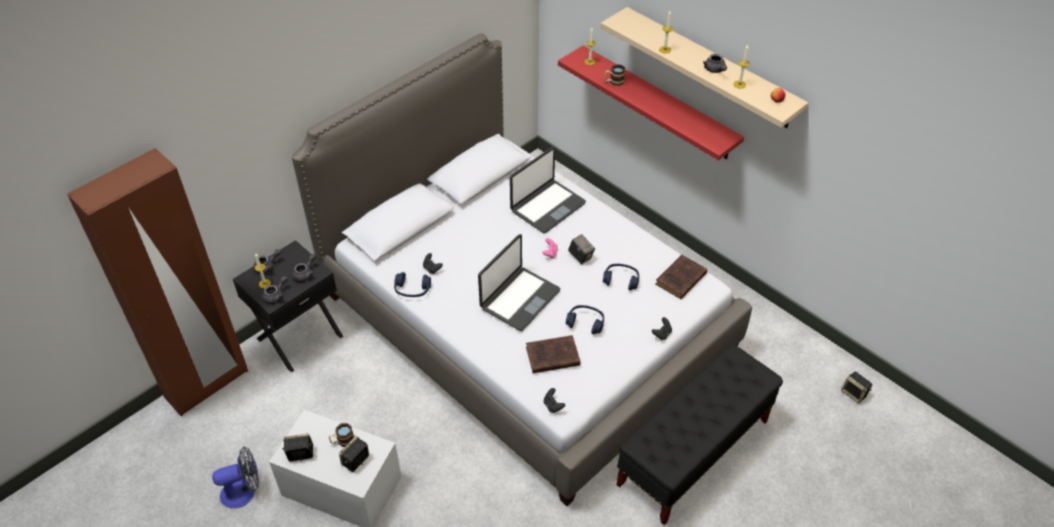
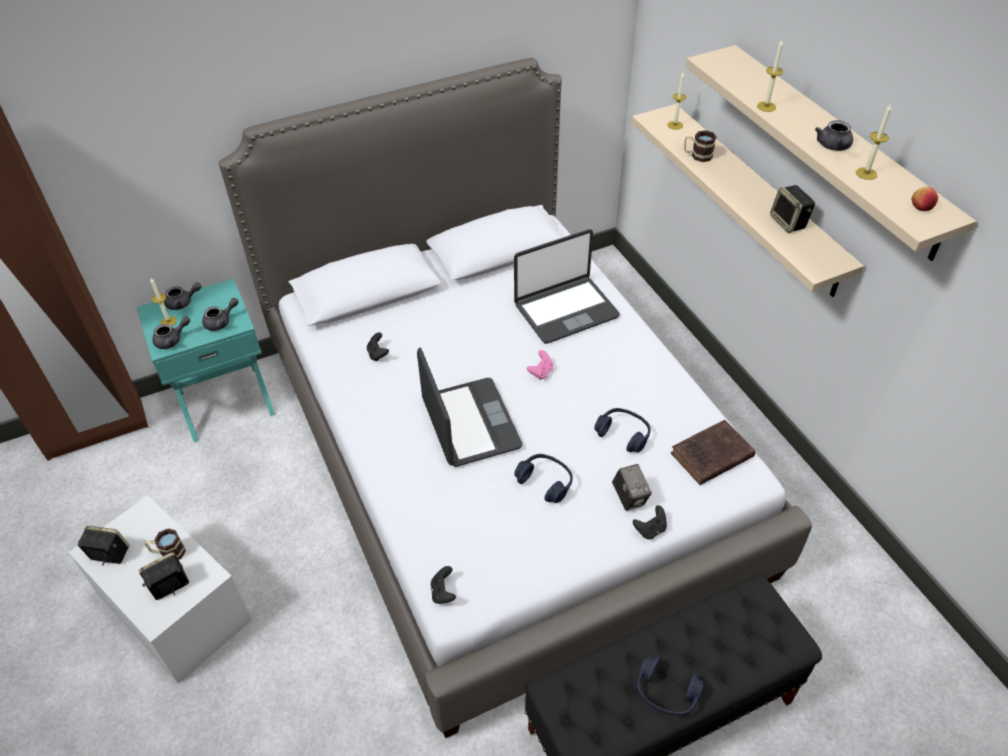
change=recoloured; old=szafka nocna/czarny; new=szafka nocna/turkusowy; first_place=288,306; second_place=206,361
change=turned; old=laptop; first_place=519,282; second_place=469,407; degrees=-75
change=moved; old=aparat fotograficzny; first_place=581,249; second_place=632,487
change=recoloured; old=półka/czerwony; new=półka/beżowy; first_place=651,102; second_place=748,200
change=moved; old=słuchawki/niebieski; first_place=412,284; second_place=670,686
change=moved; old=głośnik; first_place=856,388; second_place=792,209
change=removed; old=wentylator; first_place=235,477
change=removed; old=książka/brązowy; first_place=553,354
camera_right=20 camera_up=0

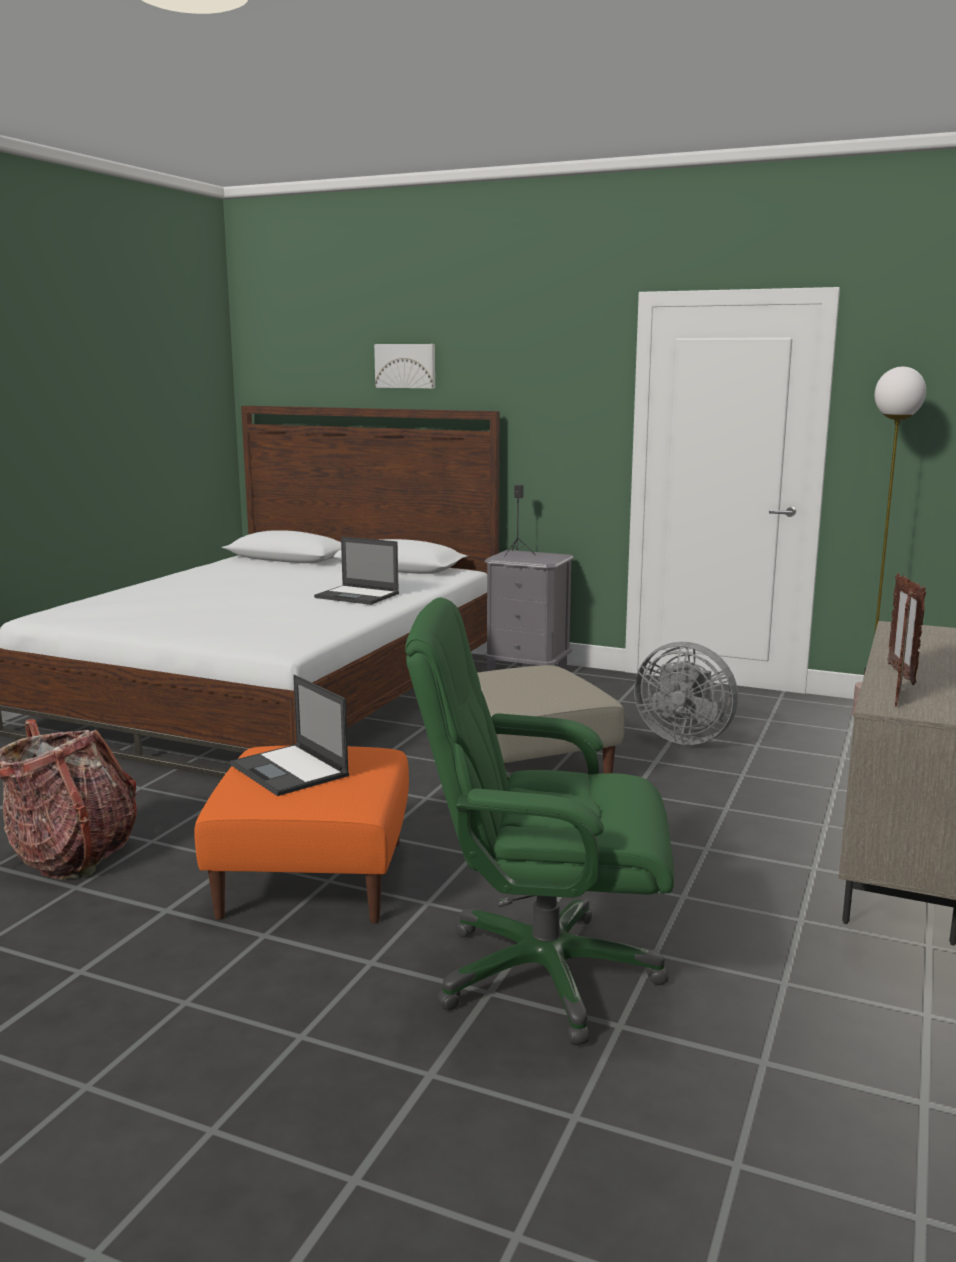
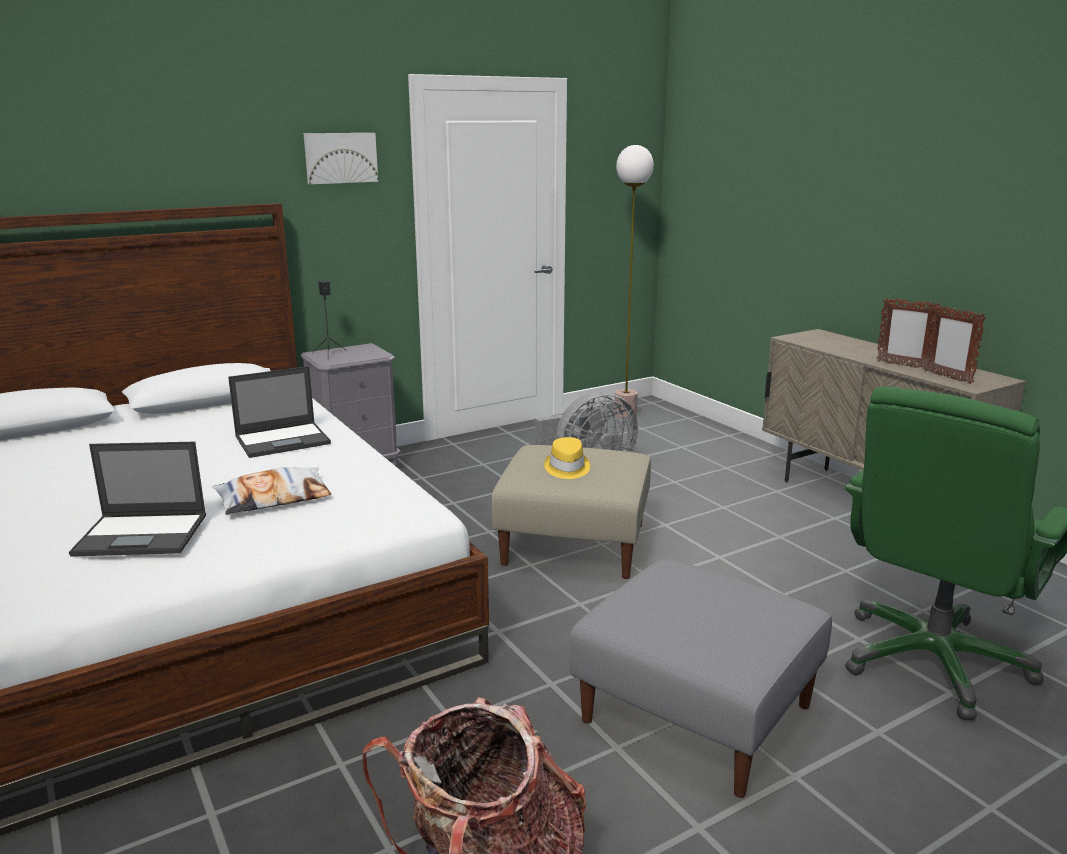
change=moved; old=laptop; first_place=289,735; second_place=137,499
change=added; new=poduszka; second_place=272,491
change=moved; old=obraz; first_place=404,366; second_place=341,158
change=added; new=kapelusz/żółty; second_place=567,458
change=recoloured; old=pufa/pomarańczowy; new=pufa/szary; first_place=301,834; second_place=701,678
camera_right=-55 camera_up=5

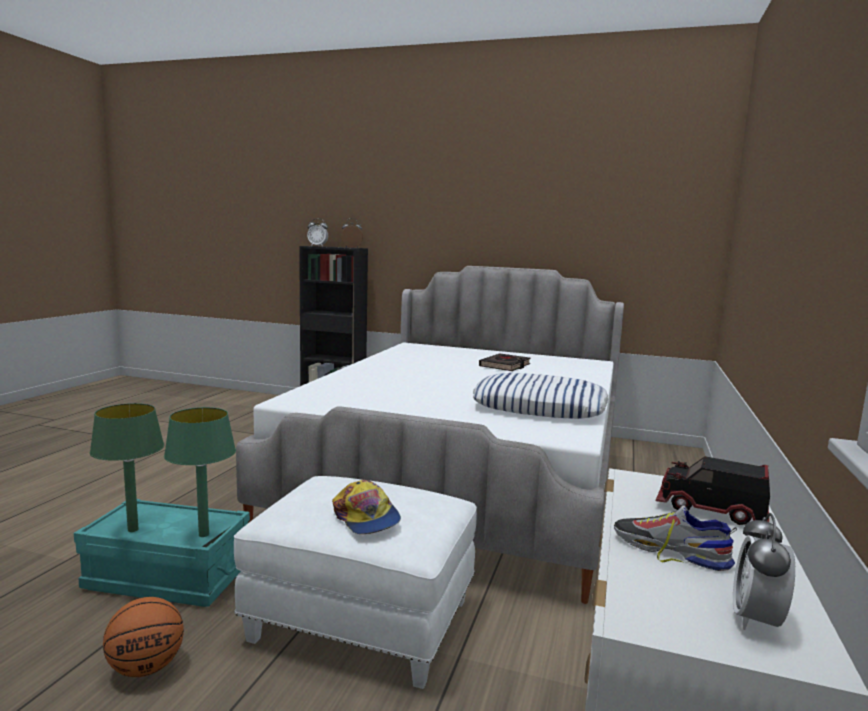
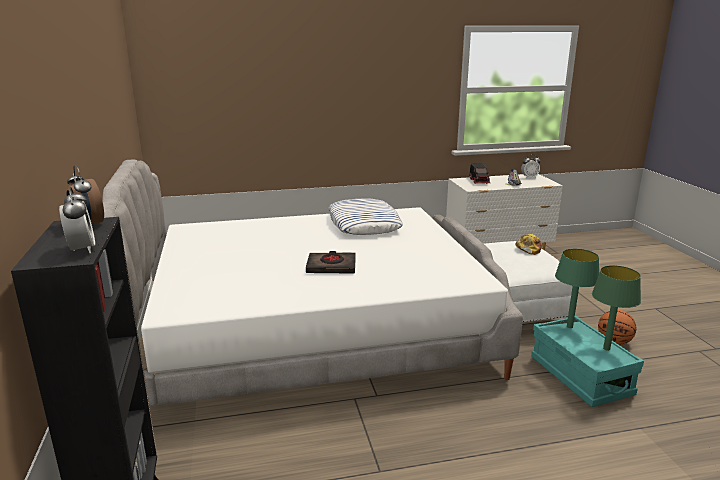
change=moved; old=książka/czarny; first_place=504,362; second_place=331,262
camera_right=-120 camera_up=10

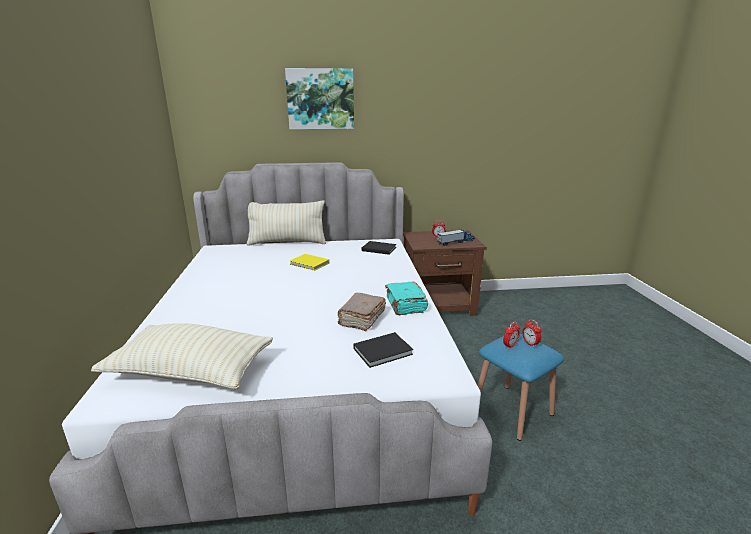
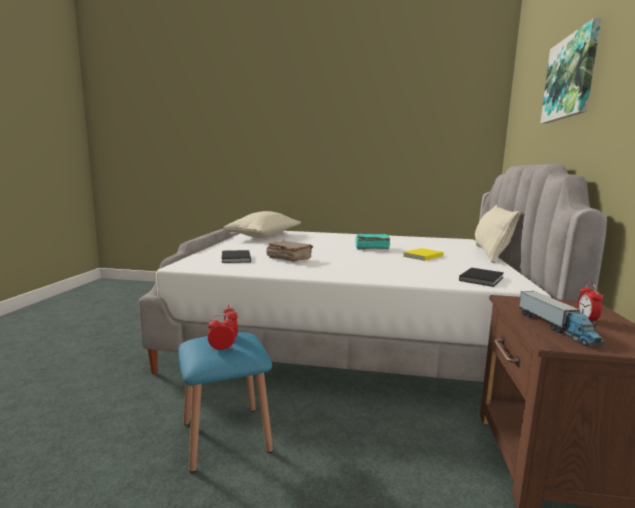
change=moved; old=książka/turkusowy; first_place=406,298; second_place=372,242
camera_right=105 camera_up=-10

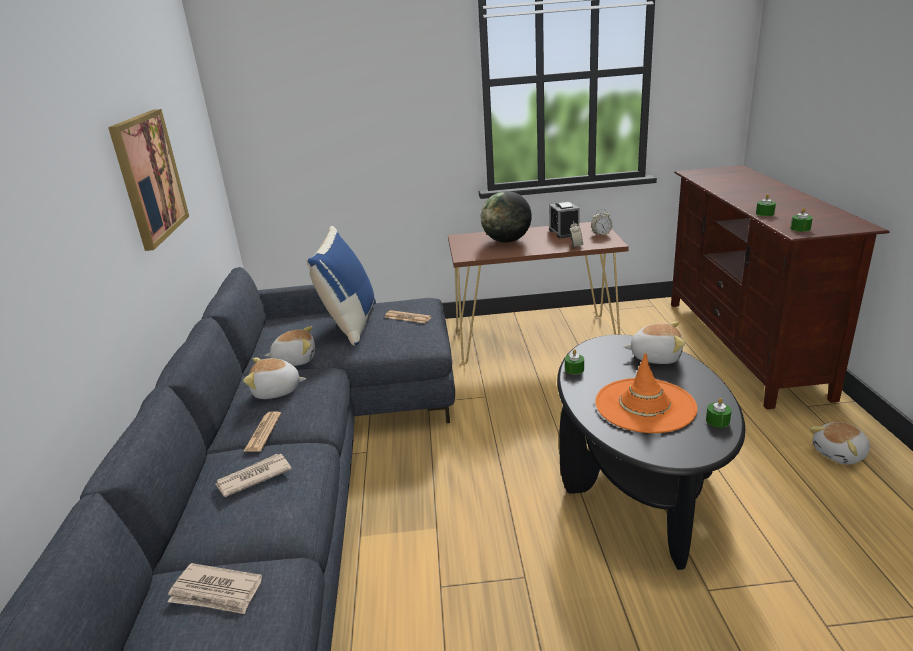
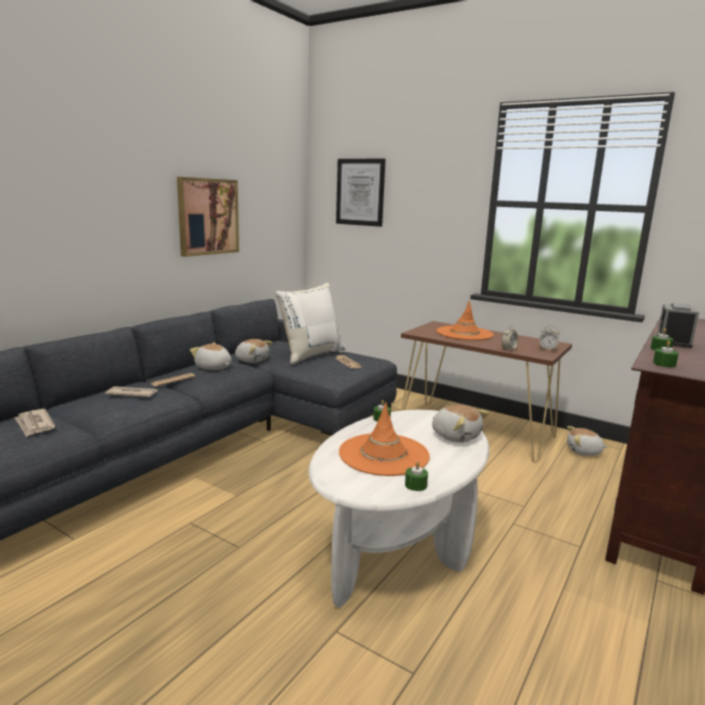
change=recoloured; old=poduszka/niebieski; new=poduszka/biały; first_place=341,286; second_place=310,324
change=recoloured; old=ława/czarny; new=ława/biały; first_place=651,452; second_place=399,509
change=added; new=obraz; second_place=360,193
change=replaced; old=globus; new=kapelusz/pomarańczowy; first_place=506,217; second_place=465,320
change=moved; old=pluszak; first_place=839,443; second_place=587,441
change=moved; old=budzik; first_place=564,220; second_place=678,325
camera_right=35 camera_up=-10

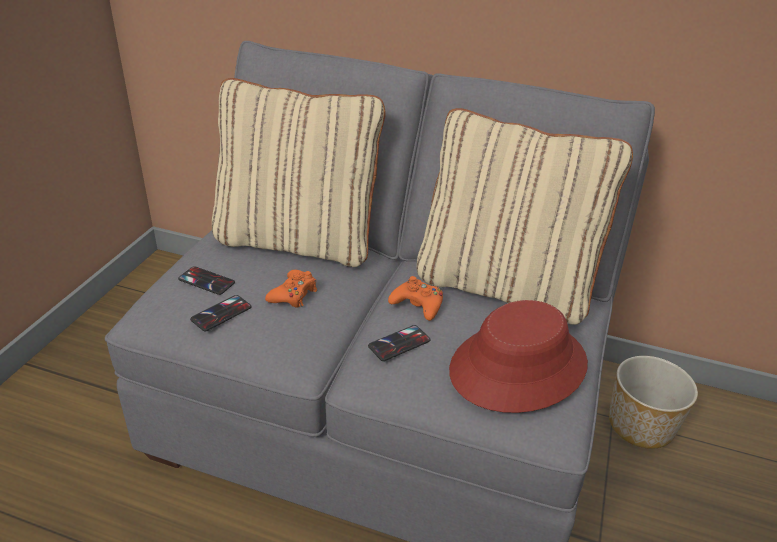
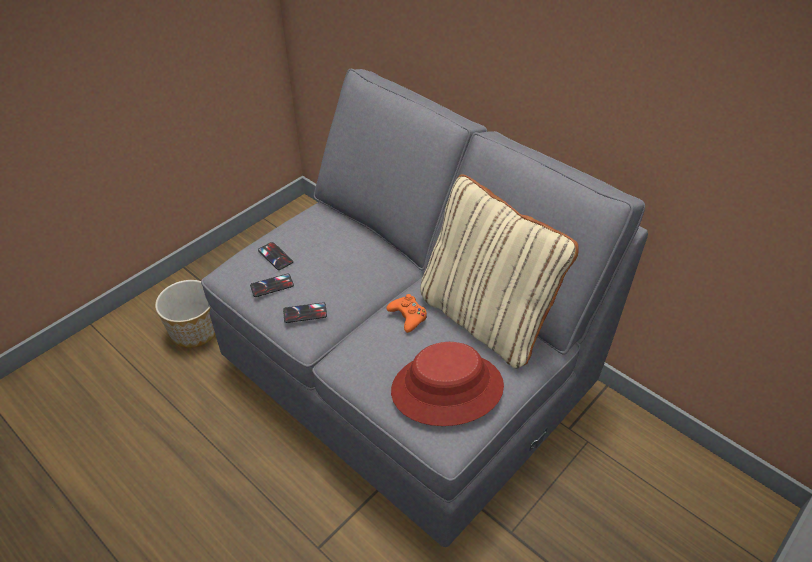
change=moved; old=donica; first_place=653,402; second_place=185,314
change=moved; old=telefon; first_place=399,343; second_place=305,312
change=removed; old=poduszka/beżowy; first_place=299,172
change=removed; old=pad do gier/pomarańczowy; first_place=291,289
camera_right=25 camera_up=10

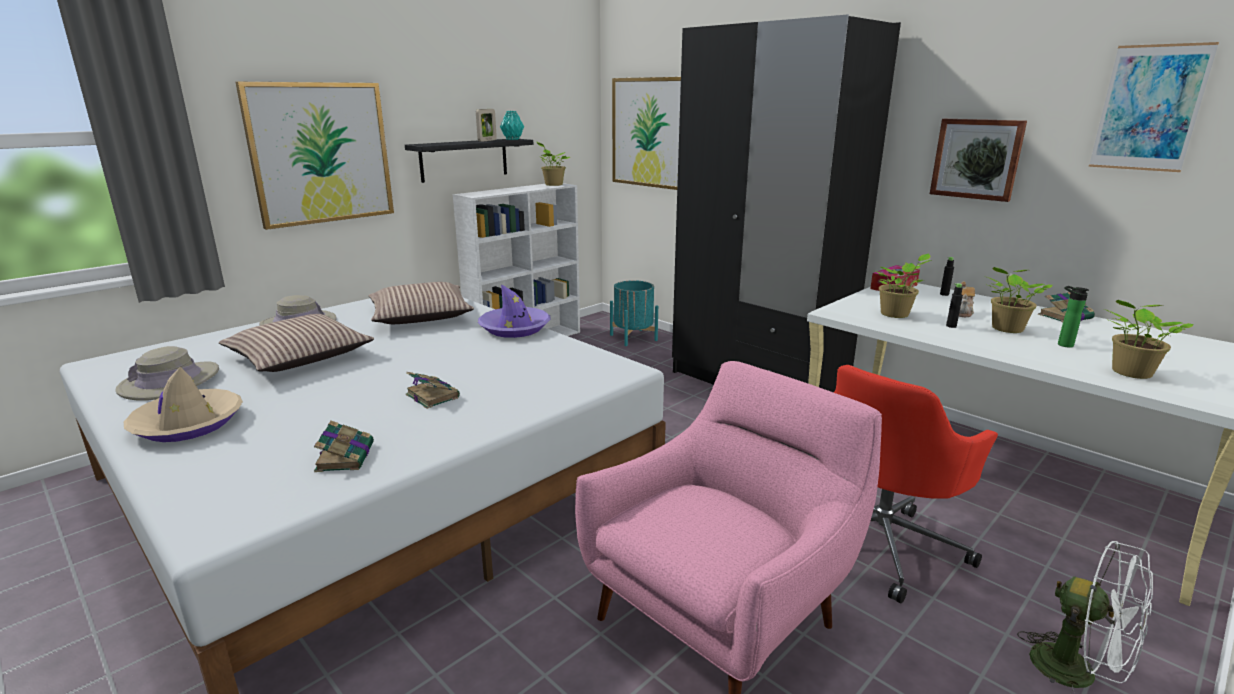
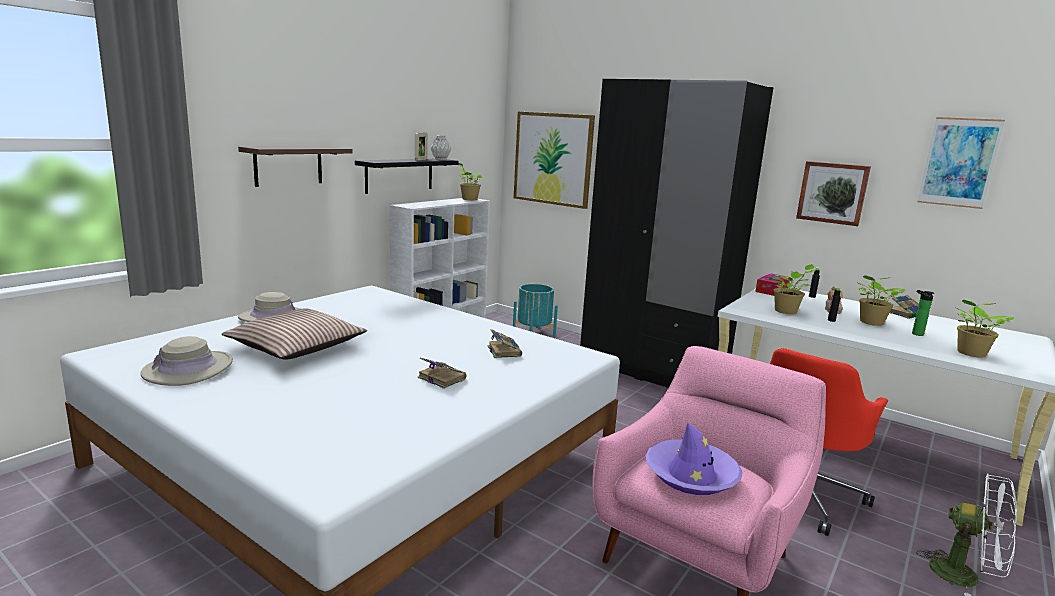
change=replaced; old=obraz; new=półka; first_place=315,156; second_place=295,166
change=recoloured; old=wazon/turkusowy; new=wazon/szary; first_place=512,125; second_place=441,147
change=moved; old=książka; first_place=344,446; second_place=505,343
change=moved; old=kapelusz/fioletowy; first_place=514,311; second_place=694,459
change=removed; old=kapelusz/beżowy; first_place=183,404
change=removed; old=poduszka; first_place=421,303
camera_right=-10 camera_up=-5

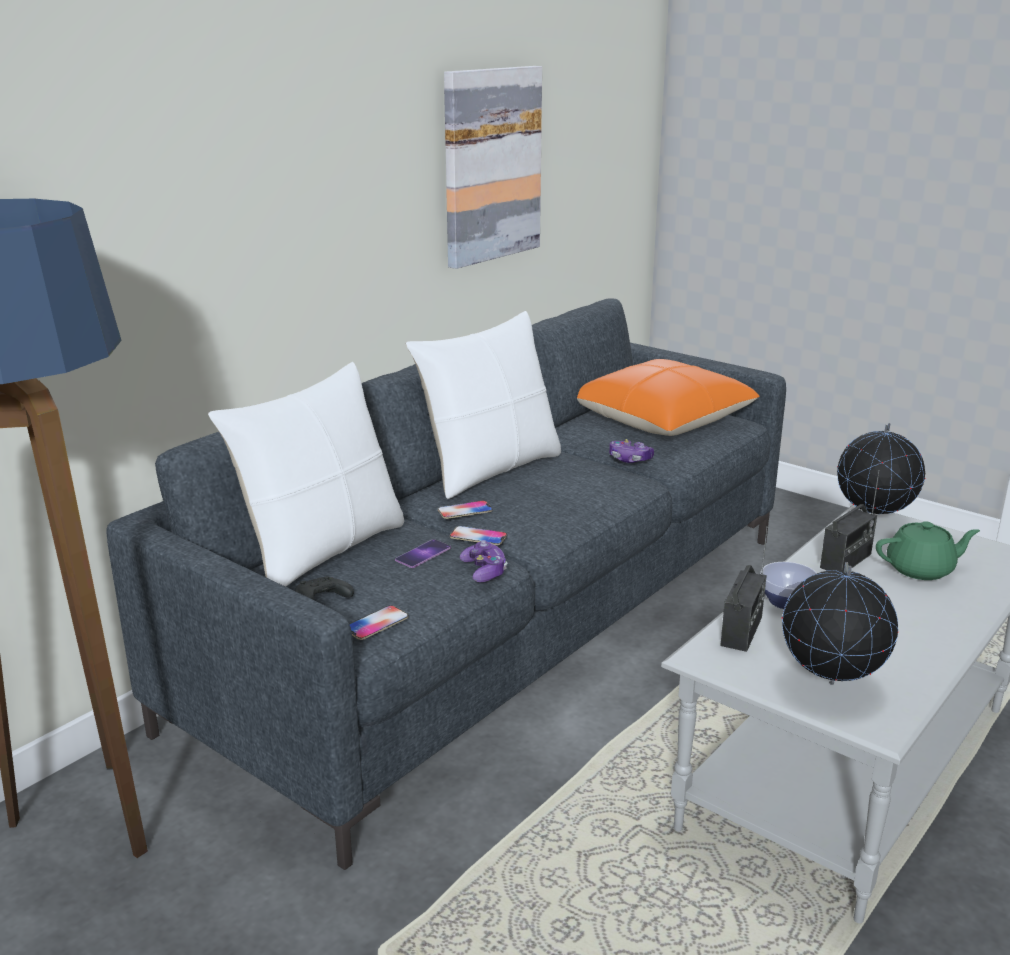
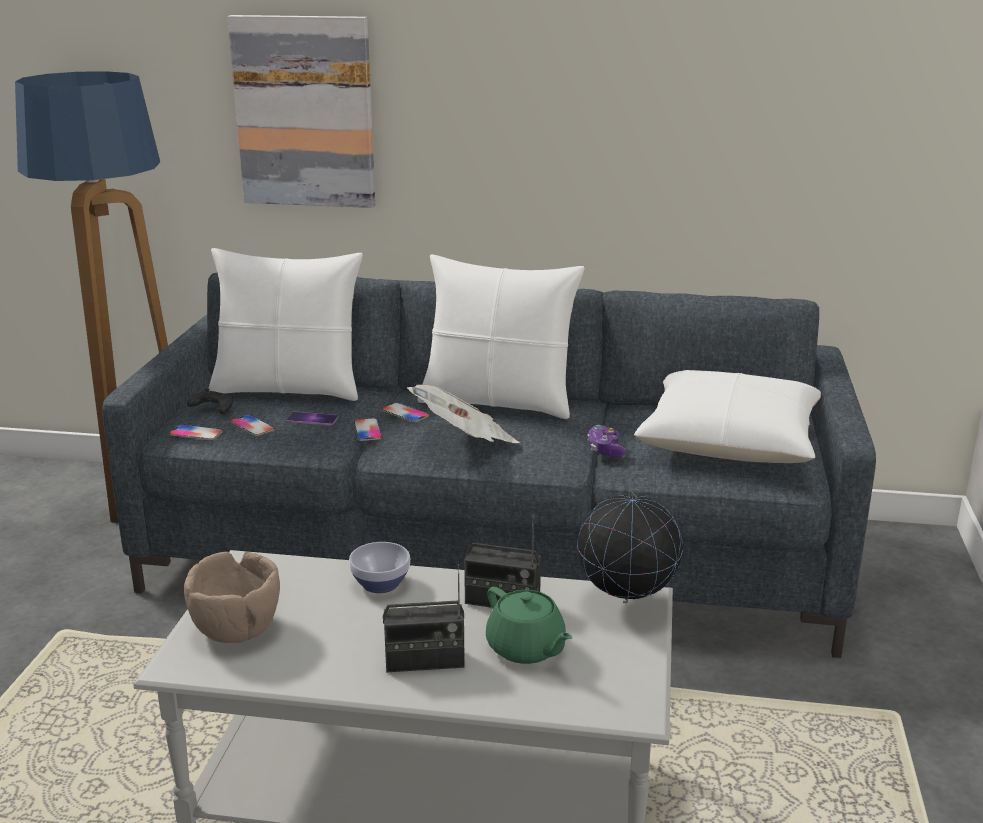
change=replaced; old=globus; new=miska/brązowy; first_place=840,623; second_place=232,597
change=moved; old=obraz; first_place=493,167; second_place=301,111
change=added; new=telefon; second_place=252,425
change=moved; old=radio; first_place=744,589; second_place=424,618
change=added; new=gazeta; second_place=463,414
change=recoloured; old=poduszka/pomarańczowy; new=poduszka/biały; first_place=668,397; second_place=727,416
change=removed; old=pad do gier; first_place=483,561
camera_right=60 camera_up=0

